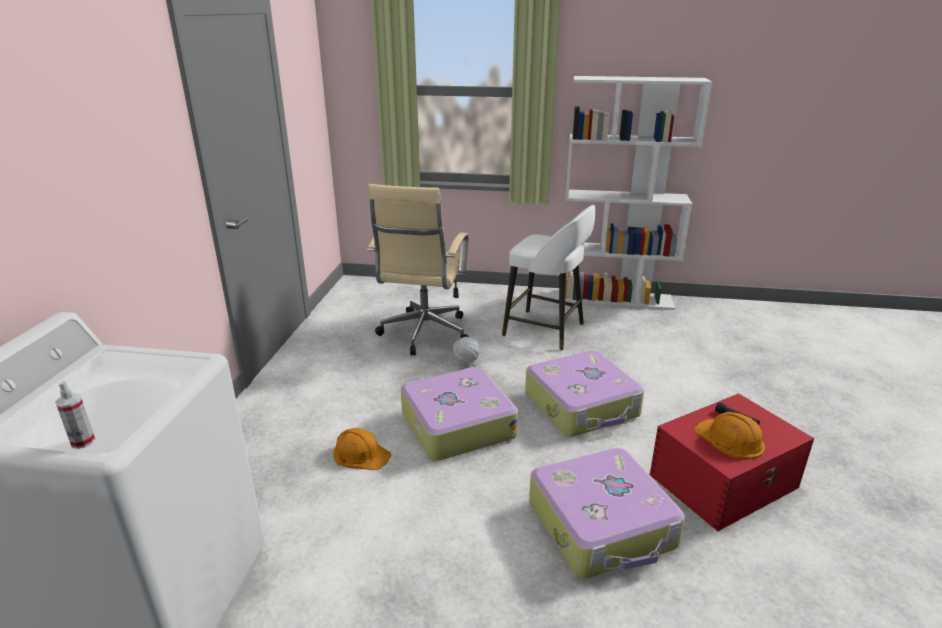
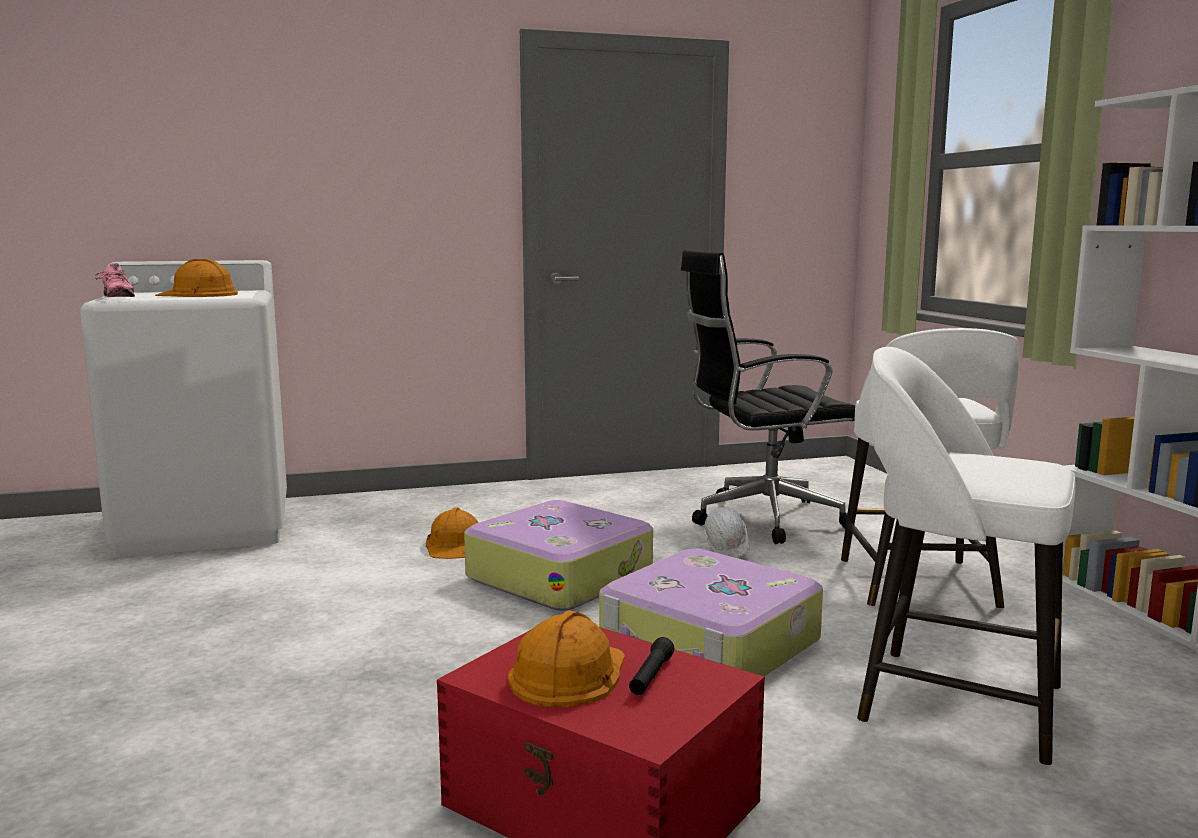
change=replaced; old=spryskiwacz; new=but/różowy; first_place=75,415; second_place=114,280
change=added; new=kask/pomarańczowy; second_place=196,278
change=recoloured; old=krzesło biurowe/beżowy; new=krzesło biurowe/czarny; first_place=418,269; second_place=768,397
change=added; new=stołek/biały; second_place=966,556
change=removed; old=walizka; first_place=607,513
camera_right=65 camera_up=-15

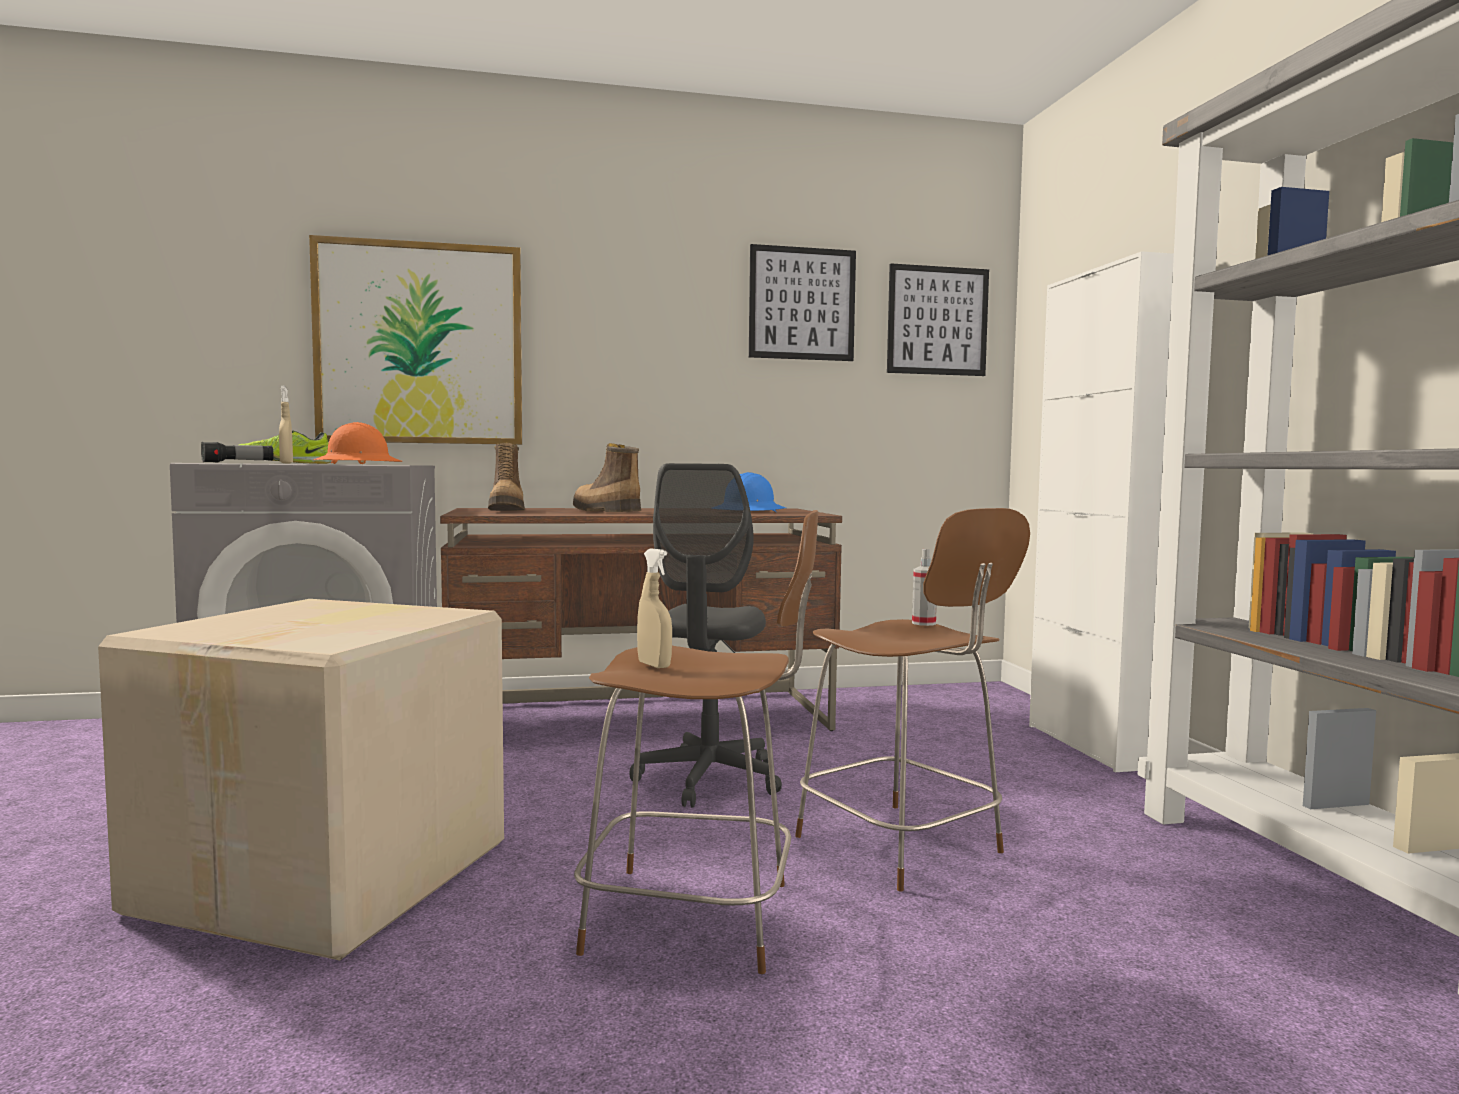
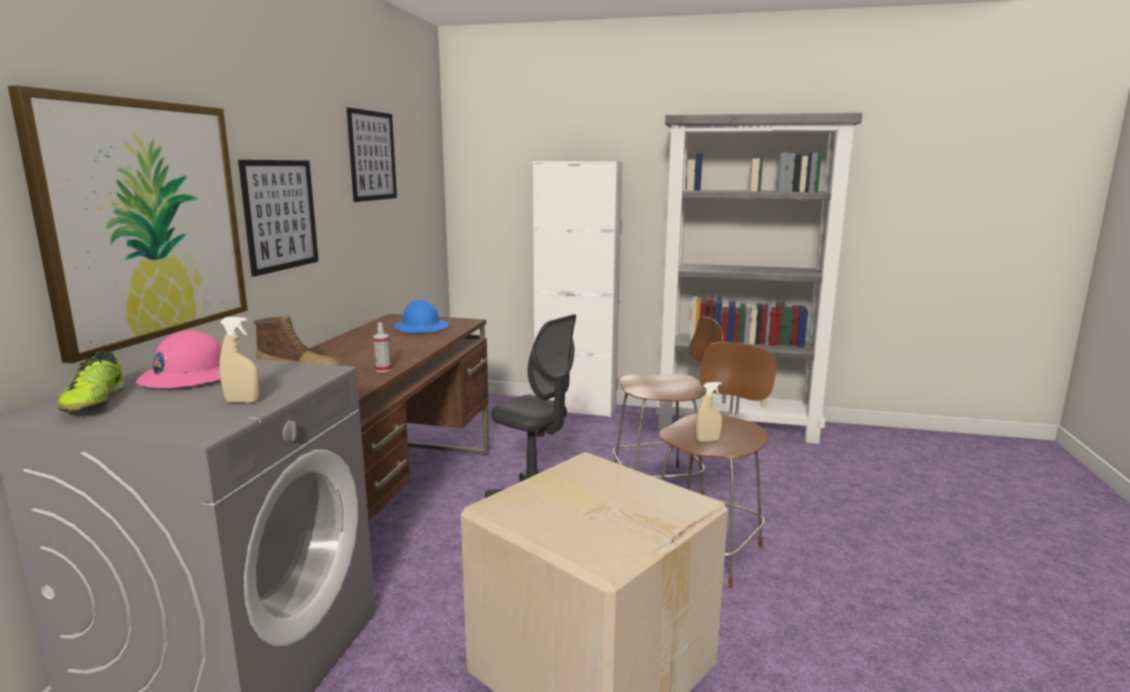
change=recoloured; old=kask/pomarańczowy; new=kask/różowy; first_place=357,443; second_place=179,359
change=moved; old=obraz; first_place=938,319; second_place=278,218
change=moved; old=spryskiwacz; first_place=924,587; second_place=382,347
change=removed; old=latarka; first_place=237,452
change=removed; old=but z cholewką; first_place=607,477
camera_right=-65 camera_up=10

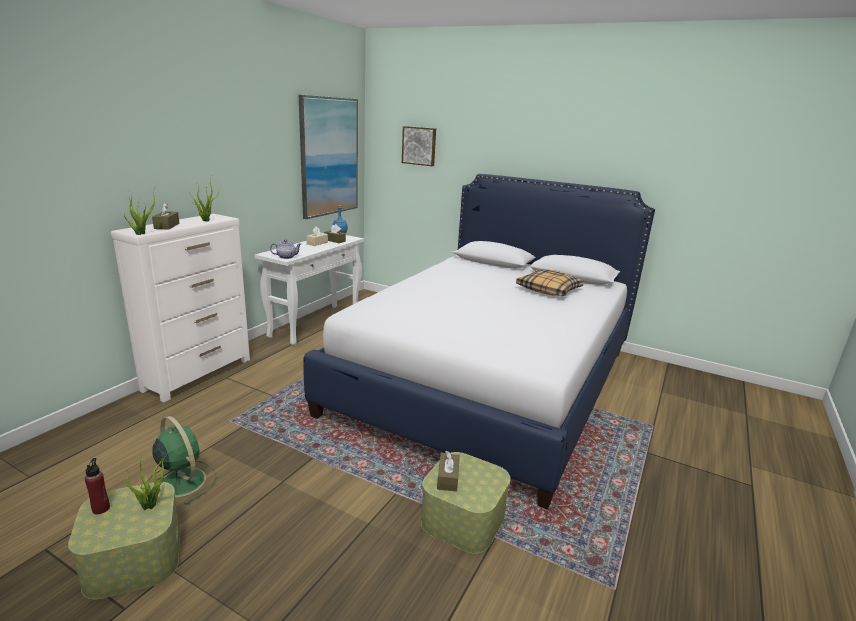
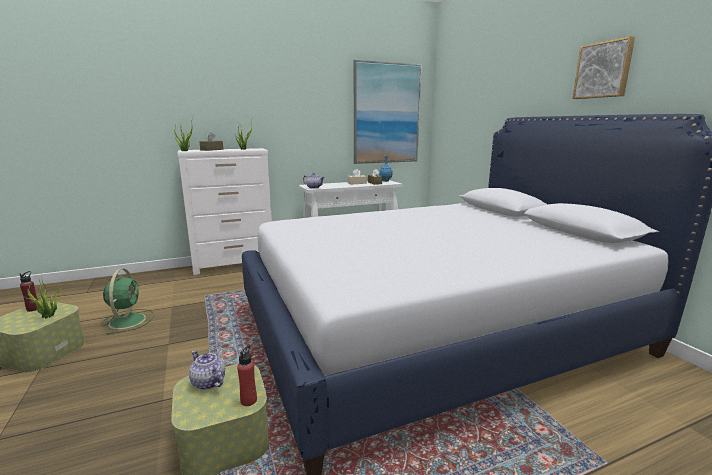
change=replaced; old=pudełko chusteczek/brązowy; new=imbryk; first_place=448,471; second_place=207,370
change=added; new=butelka/czerwony; second_place=247,376
change=moved; old=obraz; first_place=419,146; second_place=603,67
change=removed; old=poduszka; first_place=550,282
camera_right=40 camera_up=-5

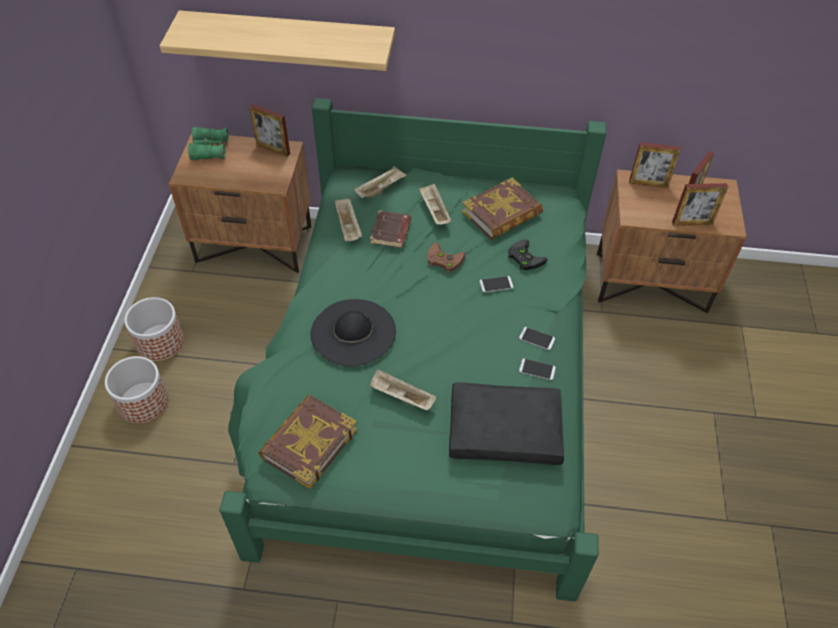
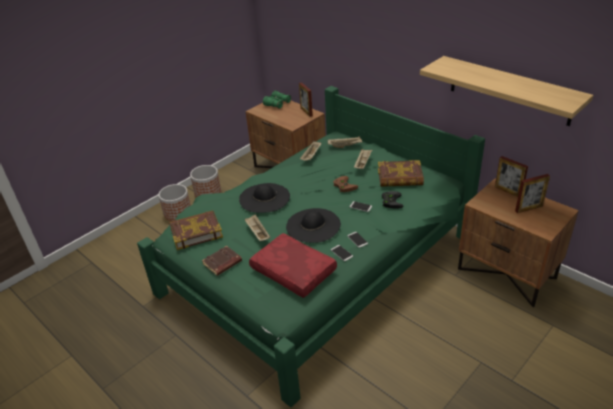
change=moved; old=książka/brązowy; first_place=390,229; second_place=222,261
change=recoloured; old=poduszka/czarny; new=poduszka/czerwony; first_place=506,423; second_place=293,265
change=added; new=kapelusz/czarny; second_place=313,225
change=moved; old=półka; first_place=277,40; second_place=506,91
change=removed; old=ramka na zdjęcie; first_place=700,204
camera_right=40 camera_up=-15

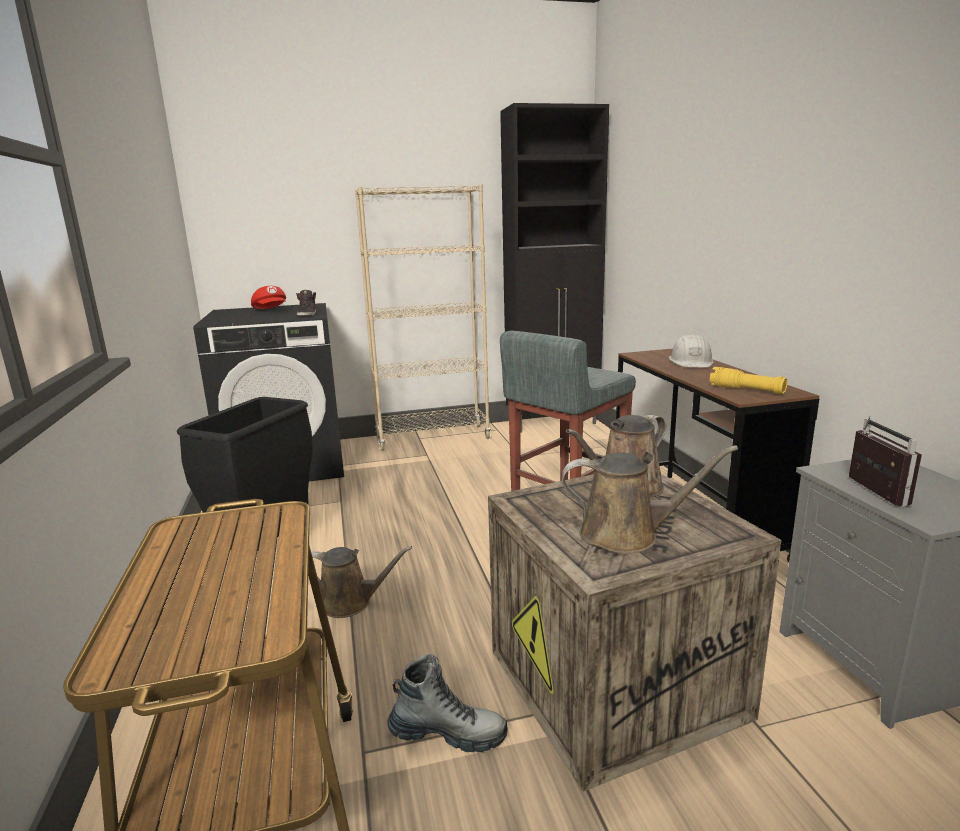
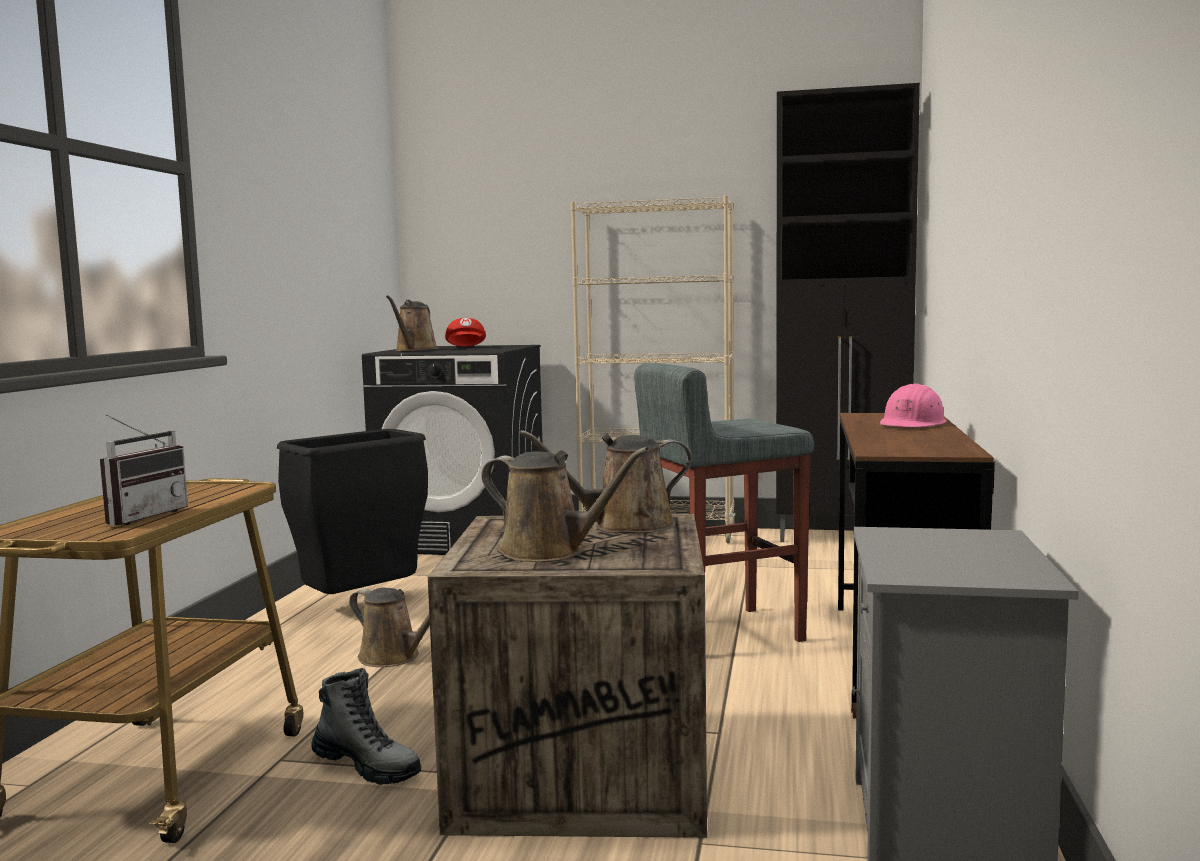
change=moved; old=radio; first_place=885,461; second_place=144,470
change=added; new=konewka/brązowy; second_place=412,323
change=recoloured; old=kask/biały; new=kask/różowy; first_place=691,351; second_place=913,405
change=removed; old=but/czarny; first_place=306,303
change=removed; old=latarka/żółty; first_place=748,380
camera_right=25 camera_up=-10

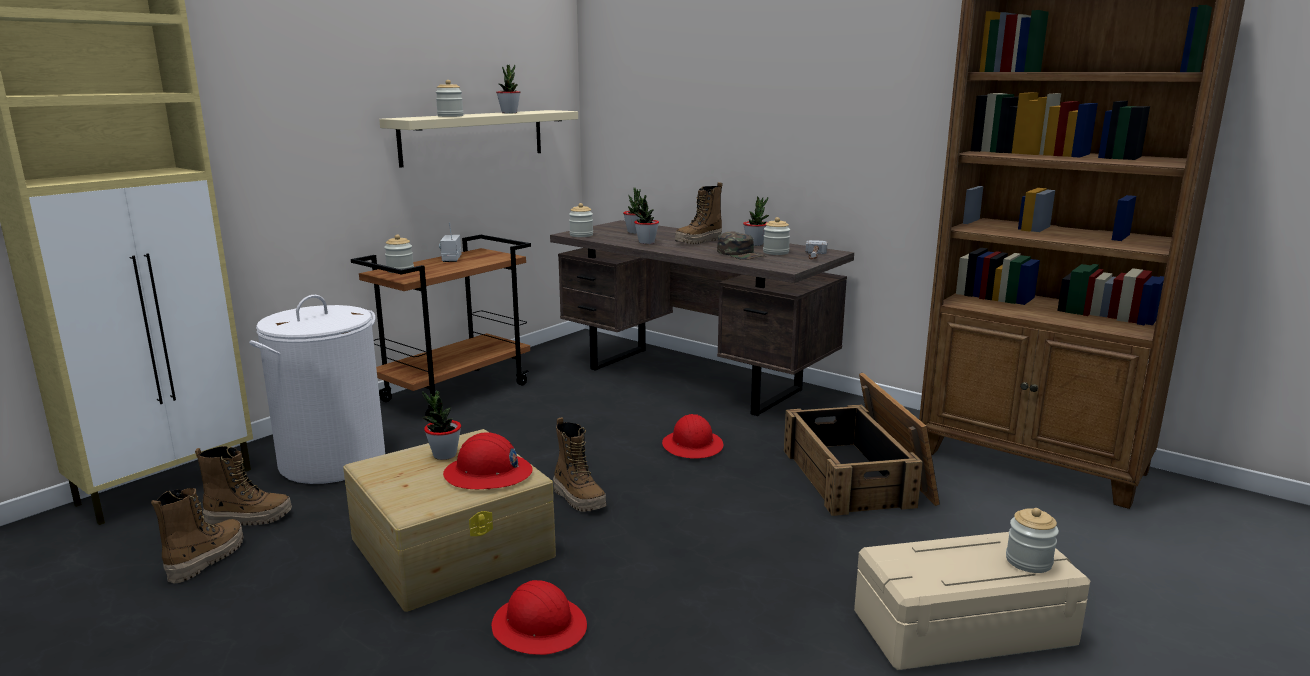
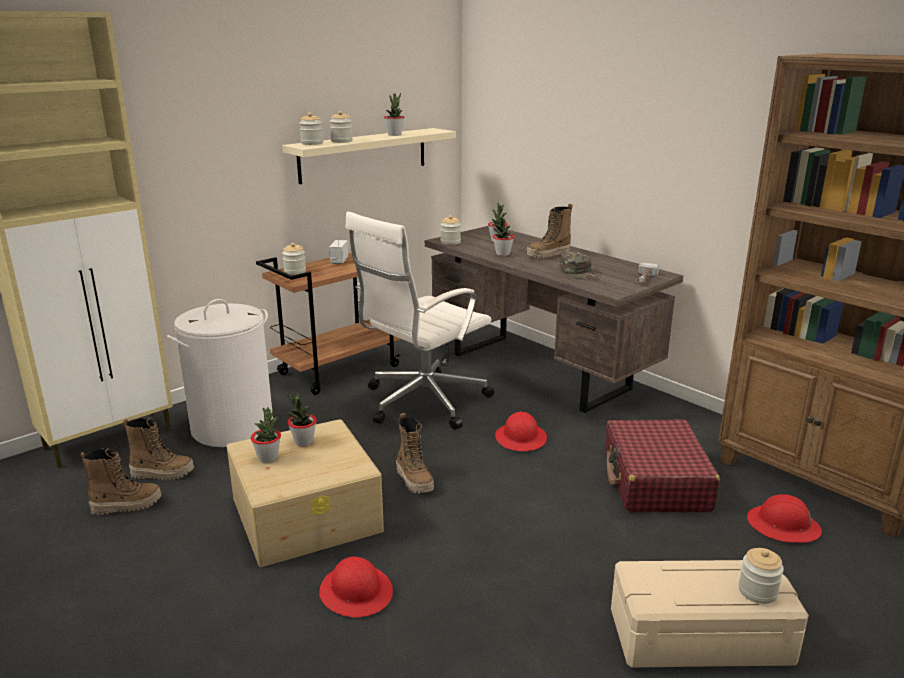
change=turned; old=but z cholewką; first_place=197,535; second_place=121,481; degrees=45
change=moved; old=roślina doniczkowa; first_place=756,221; second_place=266,435
change=moved; old=słoik; first_place=776,236; second_place=311,128
change=added; new=krzesło biurowe/biały; second_place=419,321
change=replaced; old=skrzynka; new=walizka/czerwony; first_place=862,444; second_place=662,466
change=moved; old=kask/czerwony; first_place=488,460; second_place=784,518
camera_right=10 camera_up=5

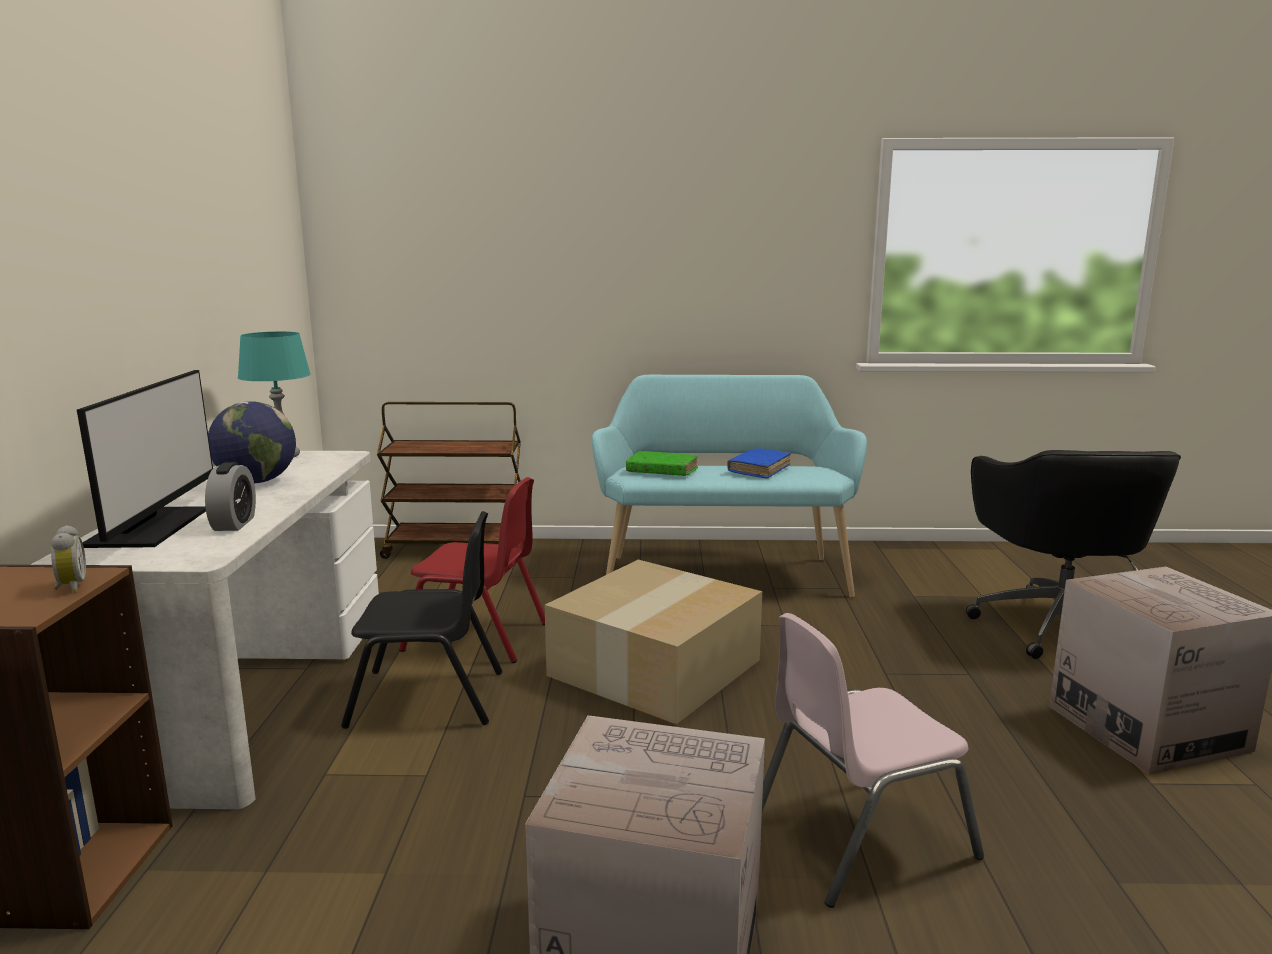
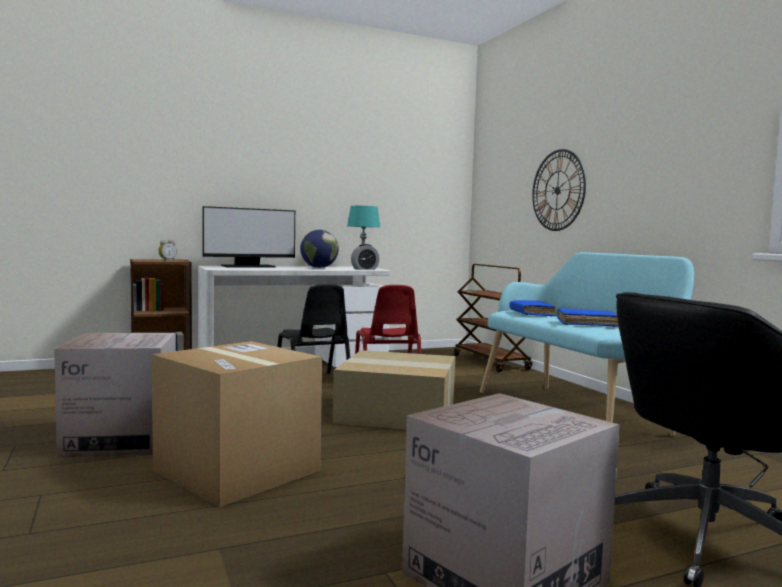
change=replaced; old=krzesło/różowy; new=karton; first_place=873,760; second_place=237,424
change=moved; old=budzik; first_place=230,496; second_place=365,257
change=recoloured; old=książka/zielony; new=książka/niebieski; first_place=662,463; second_place=532,308
change=added; new=zegar ścienny; second_place=559,190
camera_right=65 camera_up=-10

